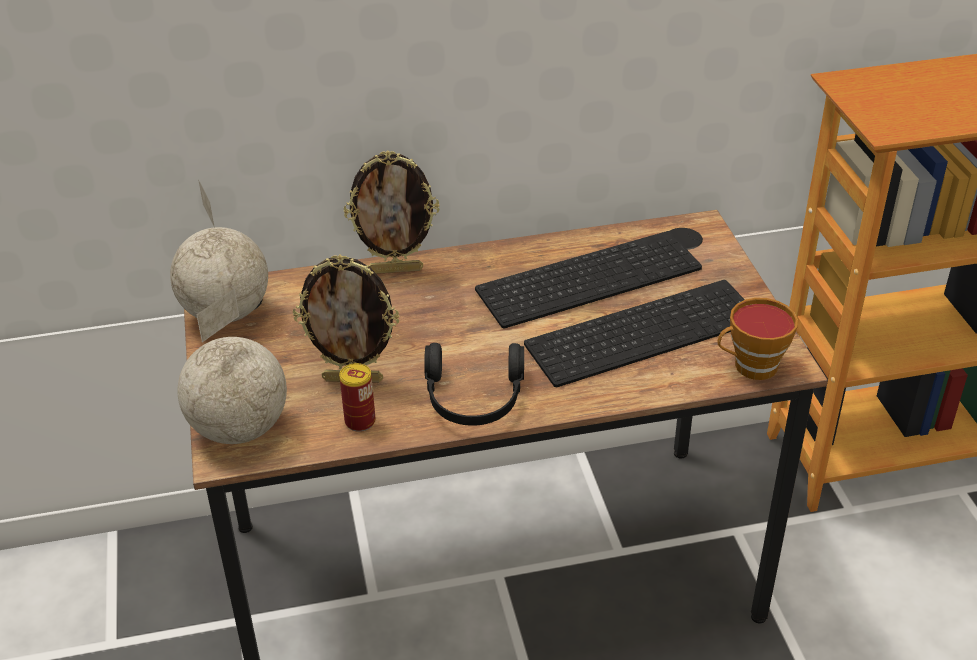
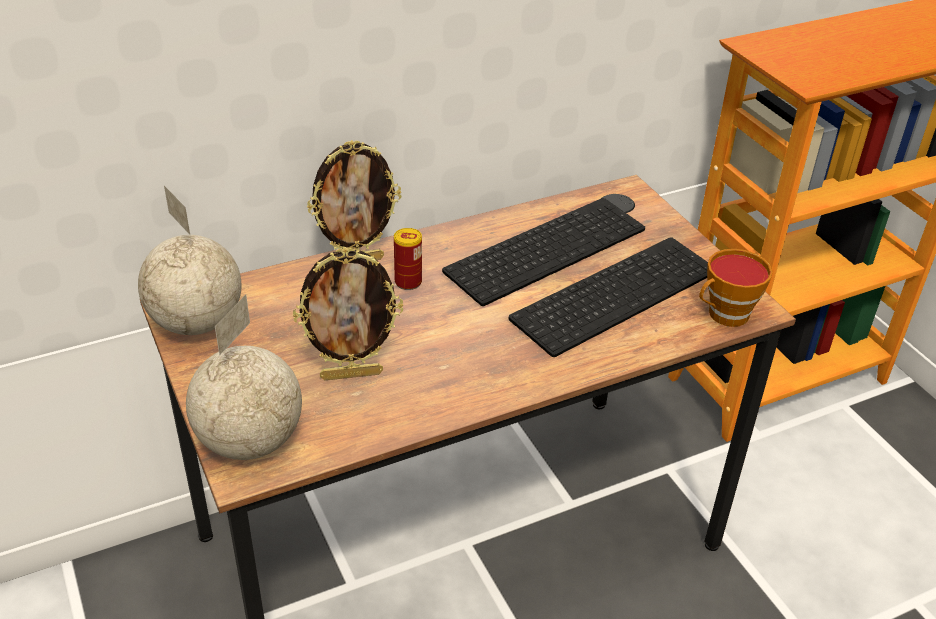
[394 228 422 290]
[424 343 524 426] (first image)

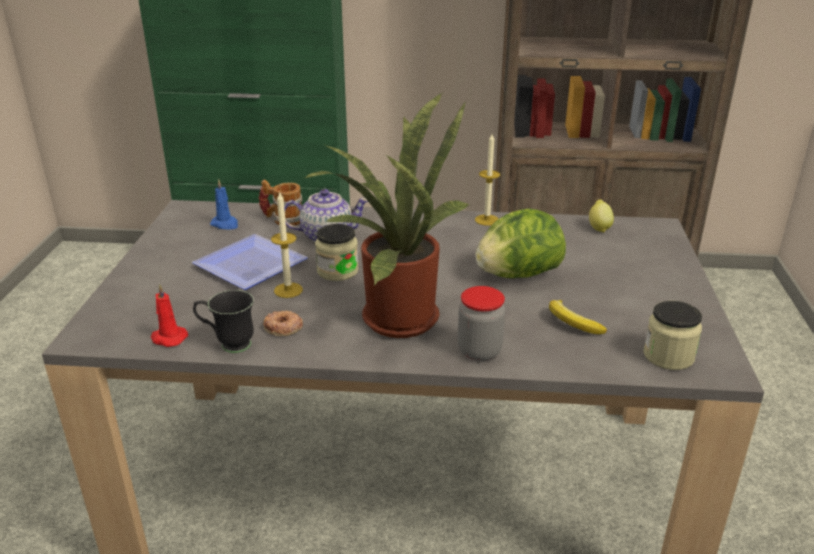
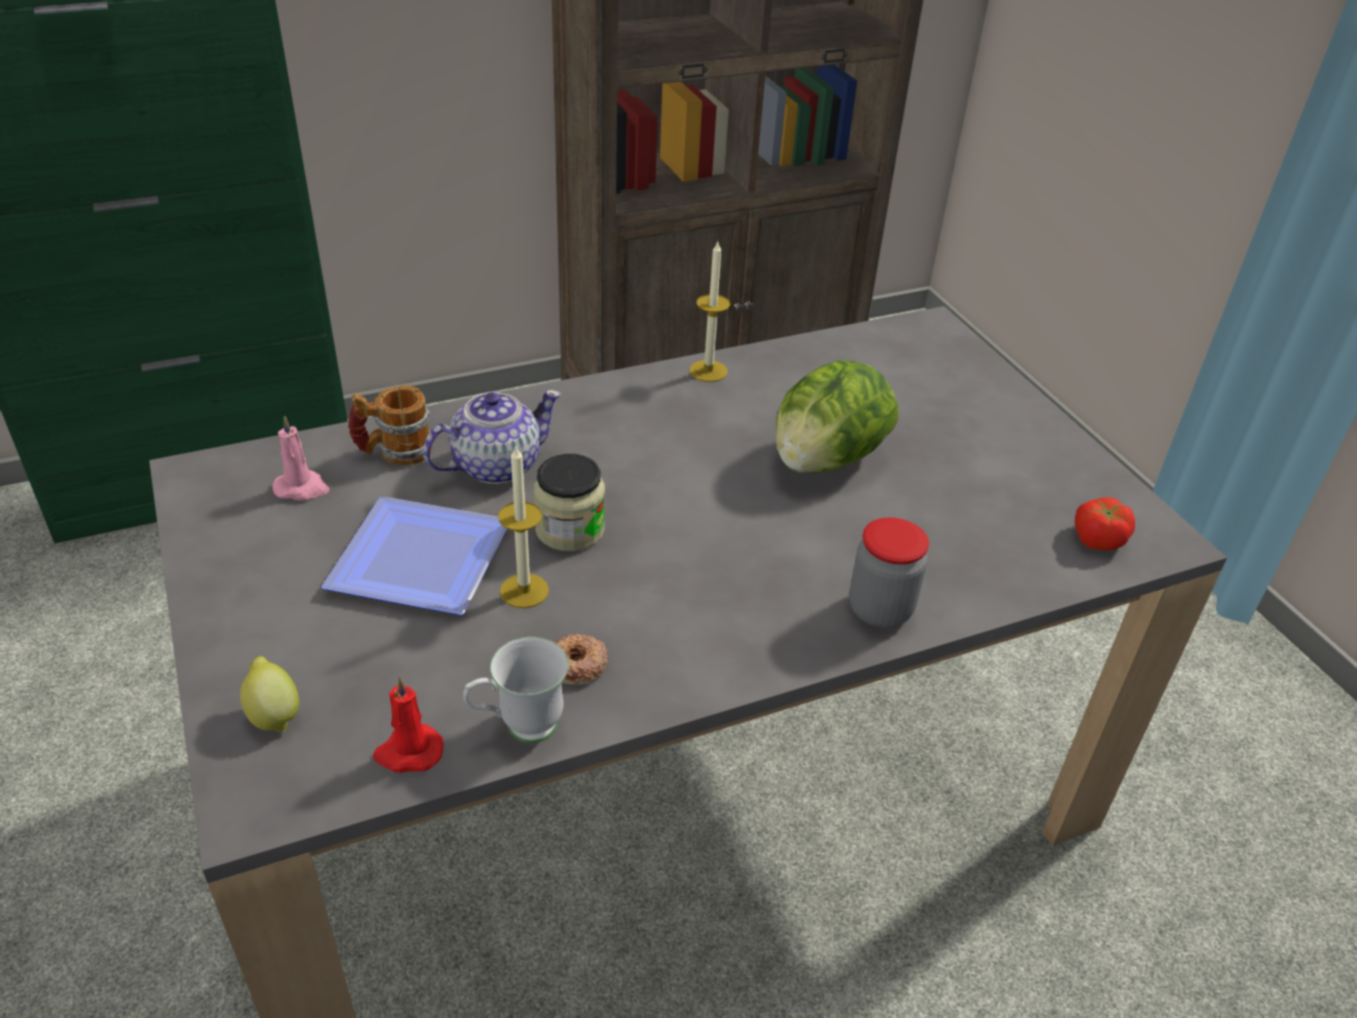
[240 656 299 732]
[272 415 329 501]
[463 637 568 743]
[1075 498 1135 551]
[305 92 470 338] (first image)
[549 300 607 334] (first image)

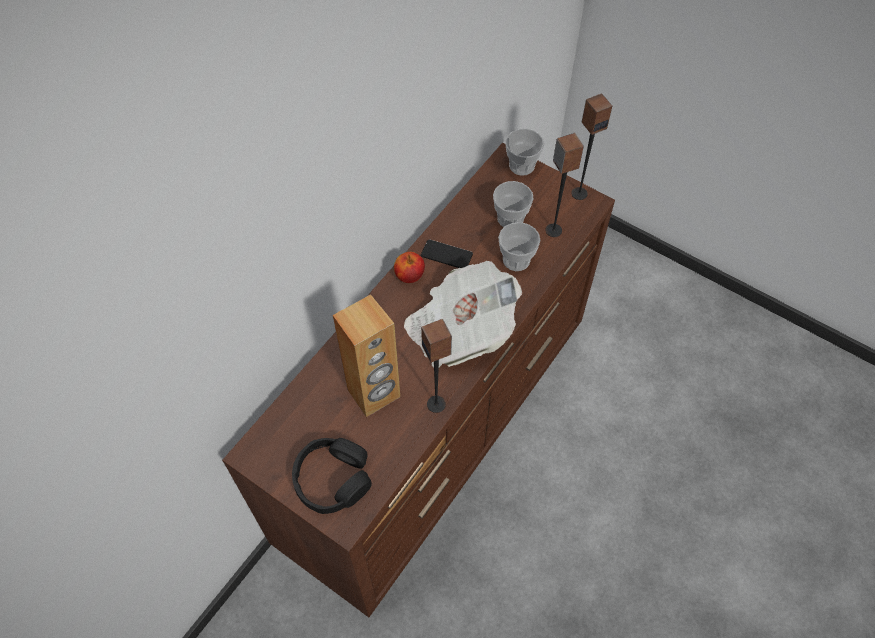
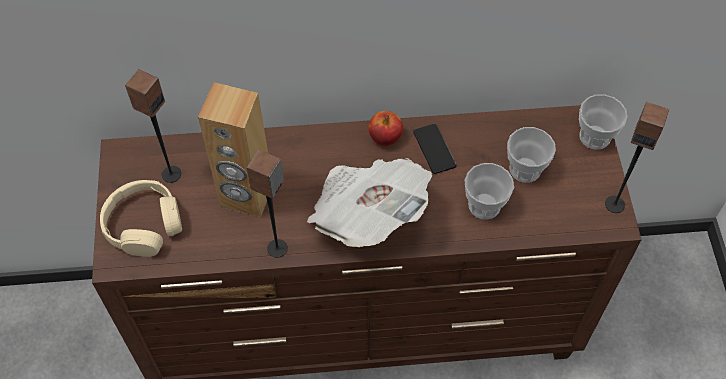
[100 180 182 257]
[125 69 181 183]

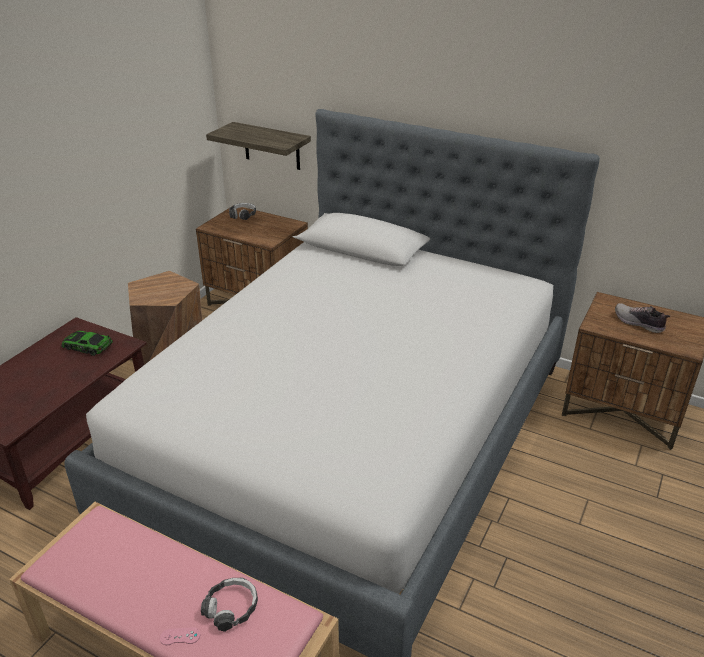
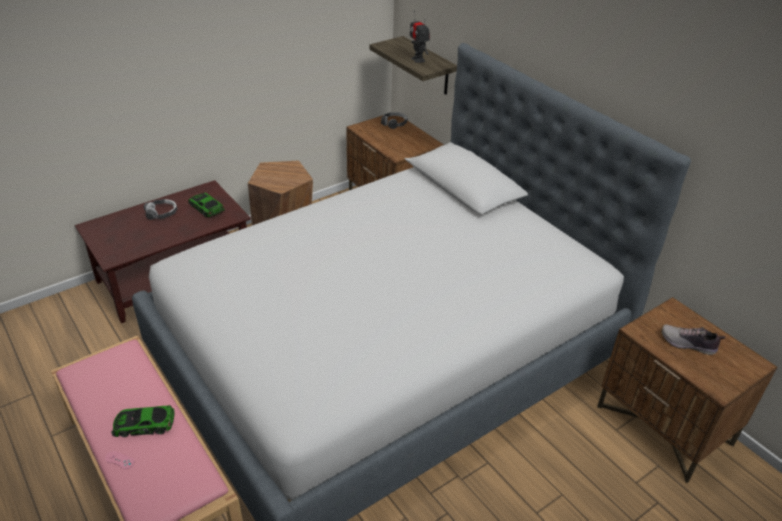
[111 405 175 437]
[144 199 177 220]
[410 11 430 63]
[661 325 726 355]

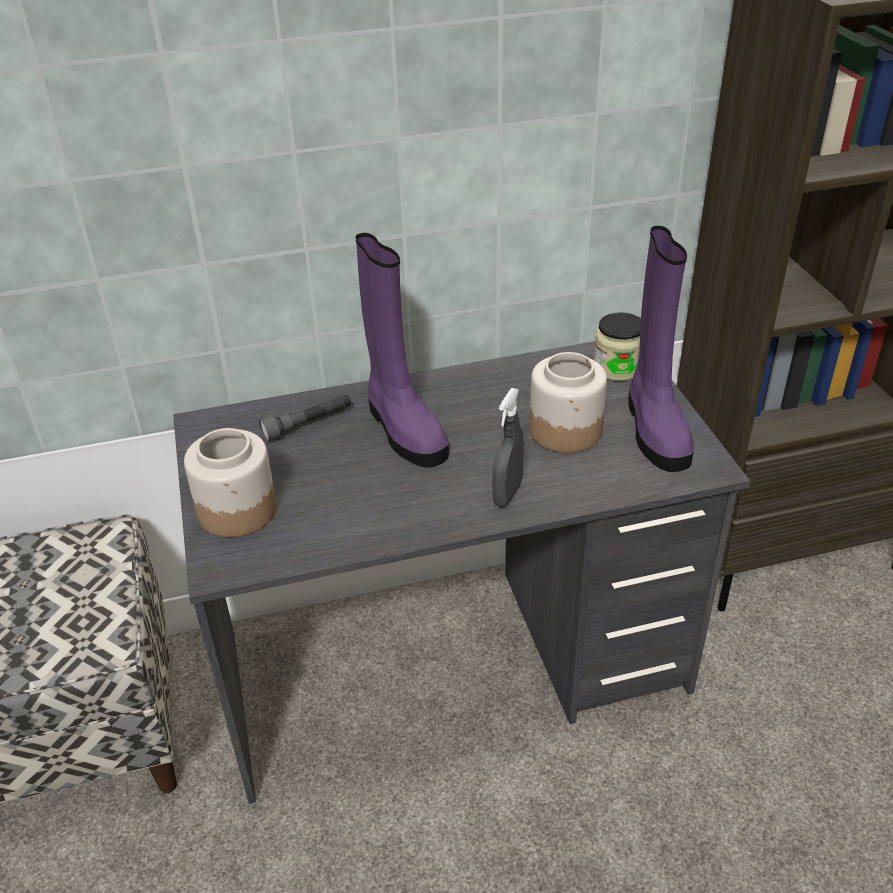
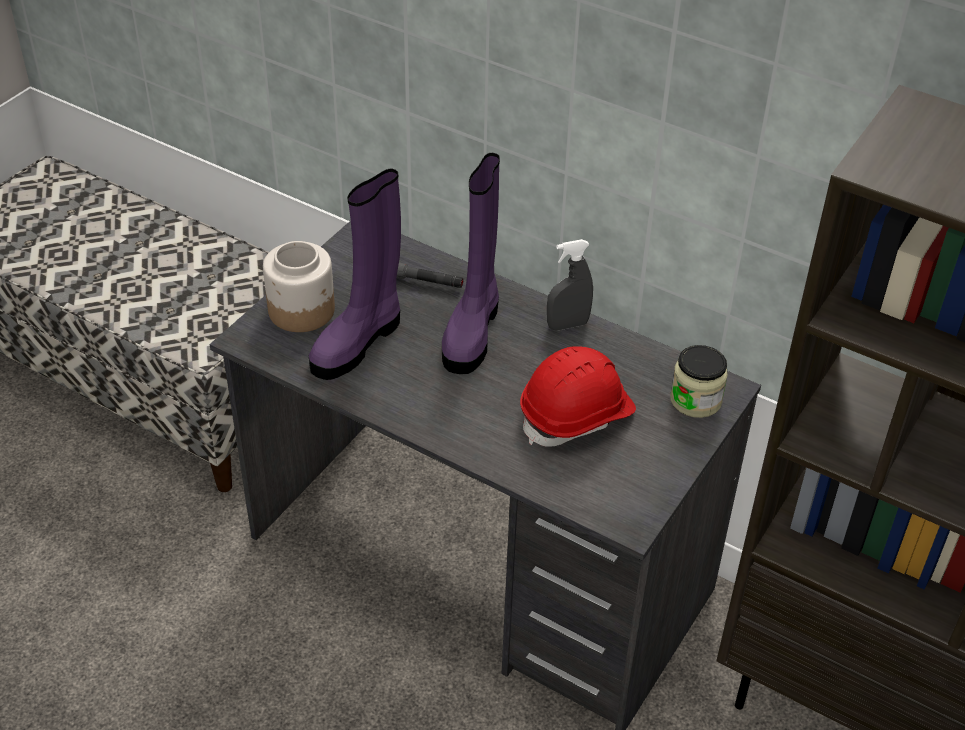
[309 169 401 380]
[520 346 636 447]
[547 239 593 331]

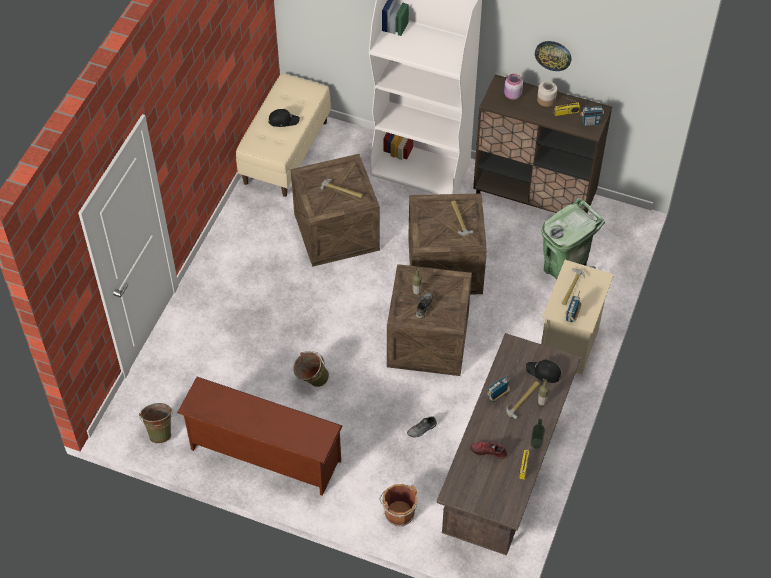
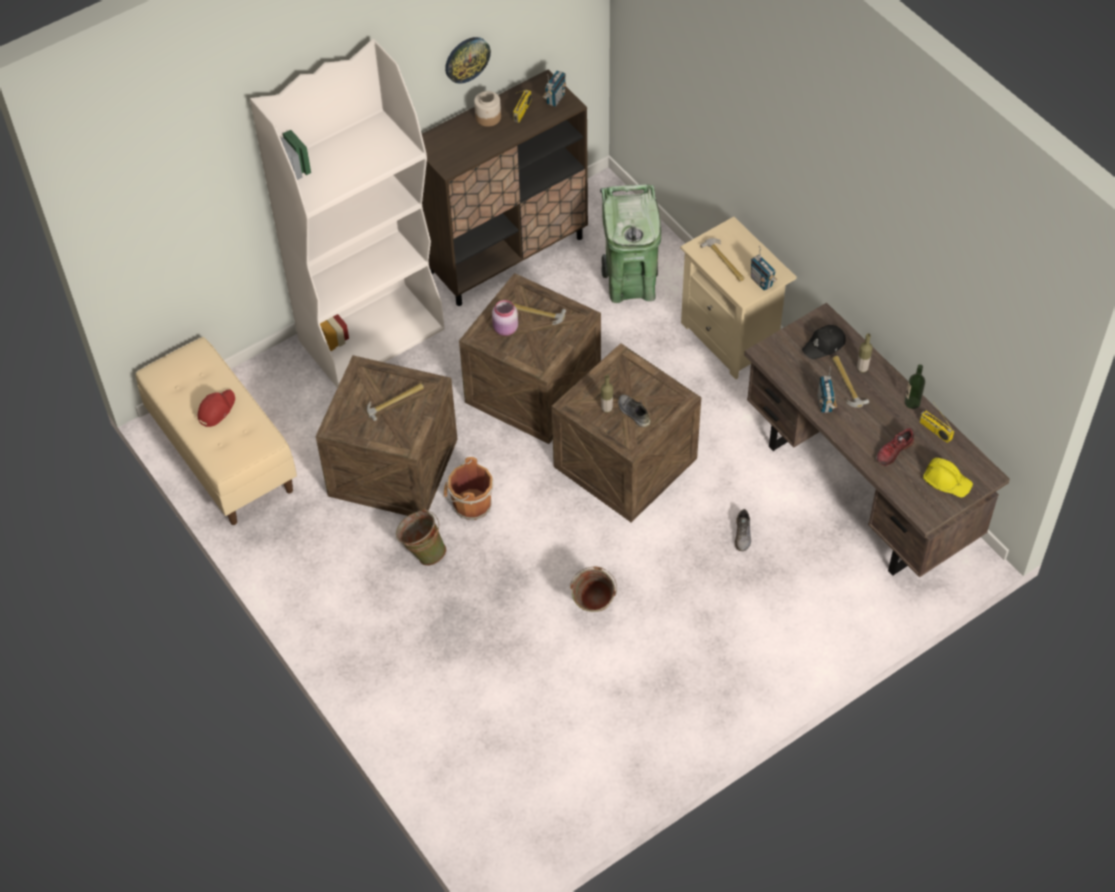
[198 389 235 427]
[396 508 446 566]
[444 457 493 520]
[492 300 518 336]
[923 458 973 498]
[177 377 342 496] (first image)

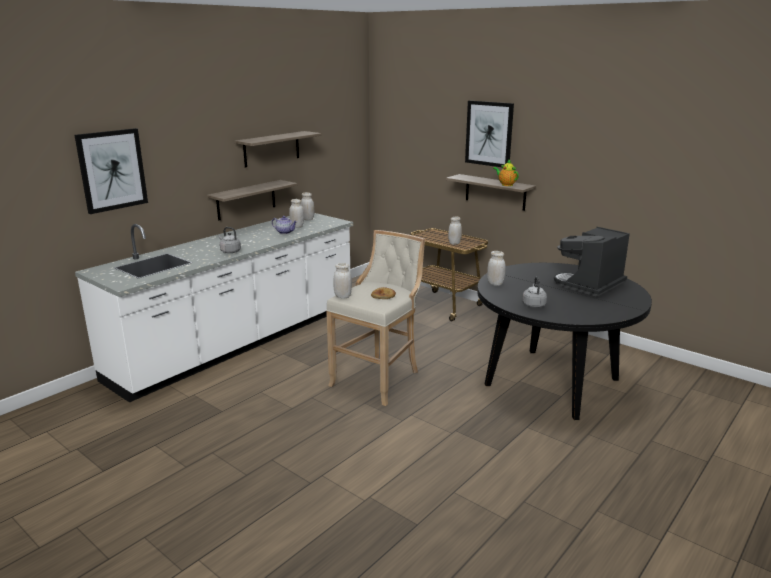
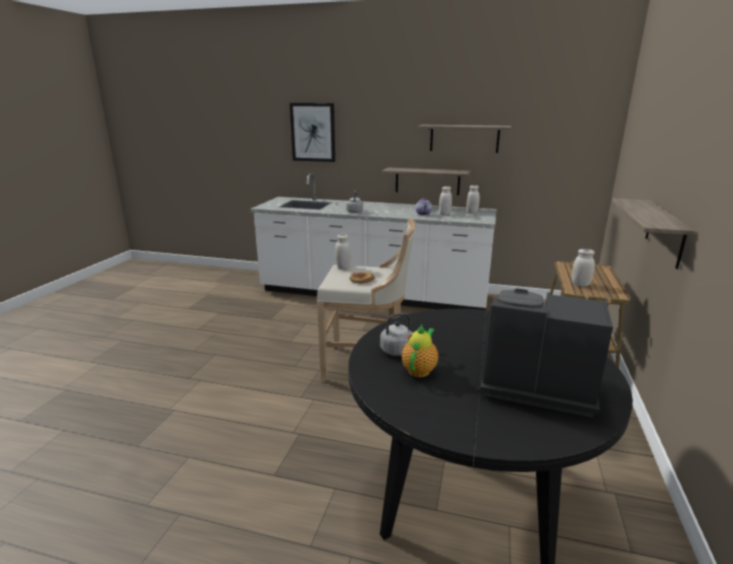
[402 325 438 377]
[465 101 514 167] (first image)
[487 251 506 286] (first image)

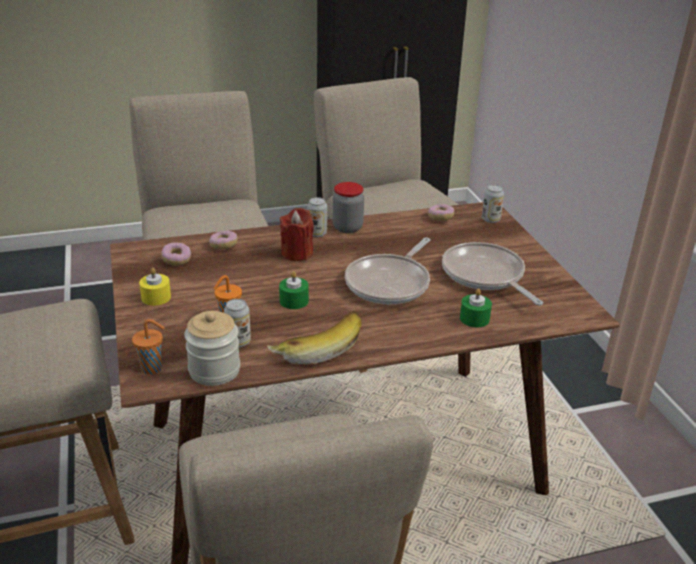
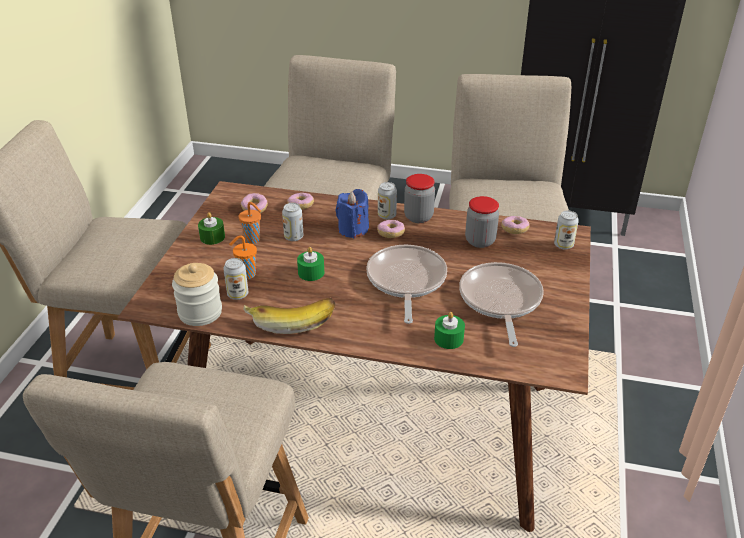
[198 212 225 245]
[239 202 261 244]
[282 203 303 241]
[336 189 369 238]
[366 245 447 324]
[377 220 405 238]
[465 196 499 248]

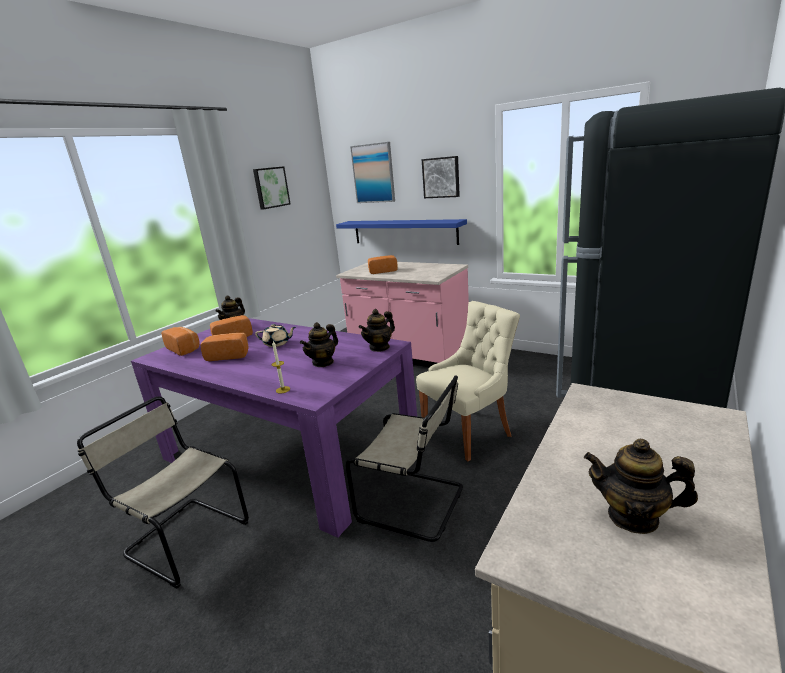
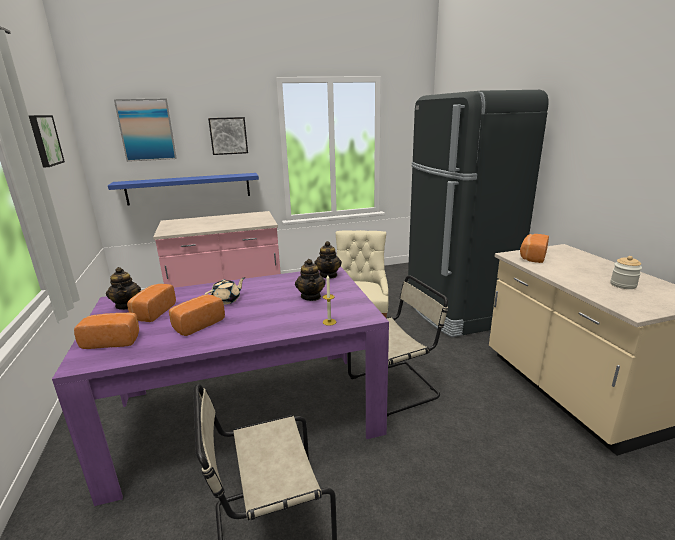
[520 234 549 263]
[610 256 642 289]

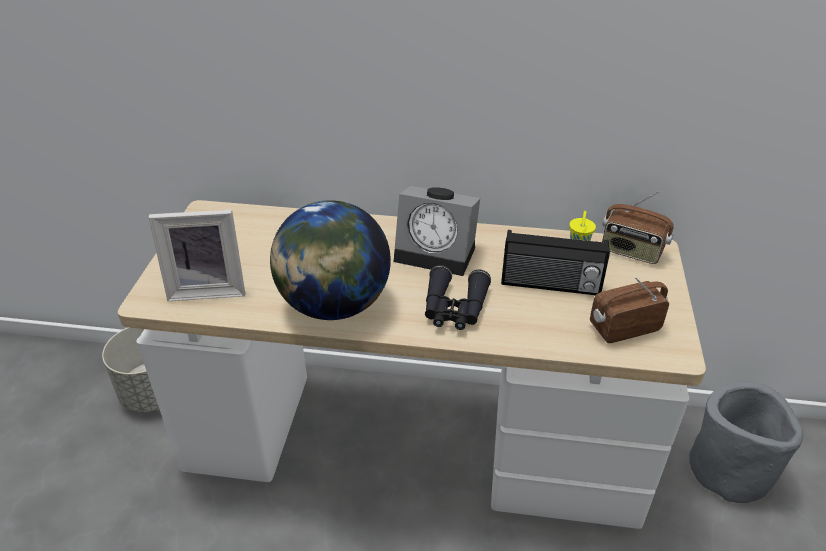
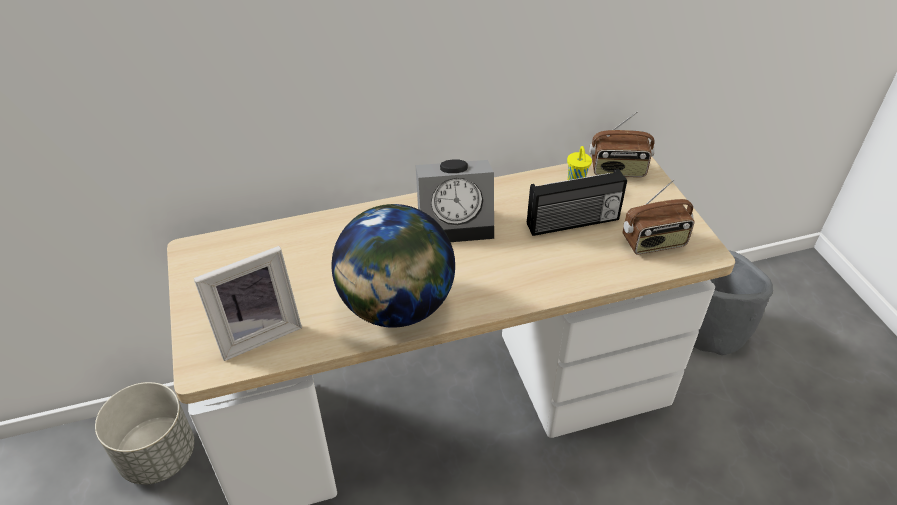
[623 179 695 254]
[425 265 491 330] (first image)

